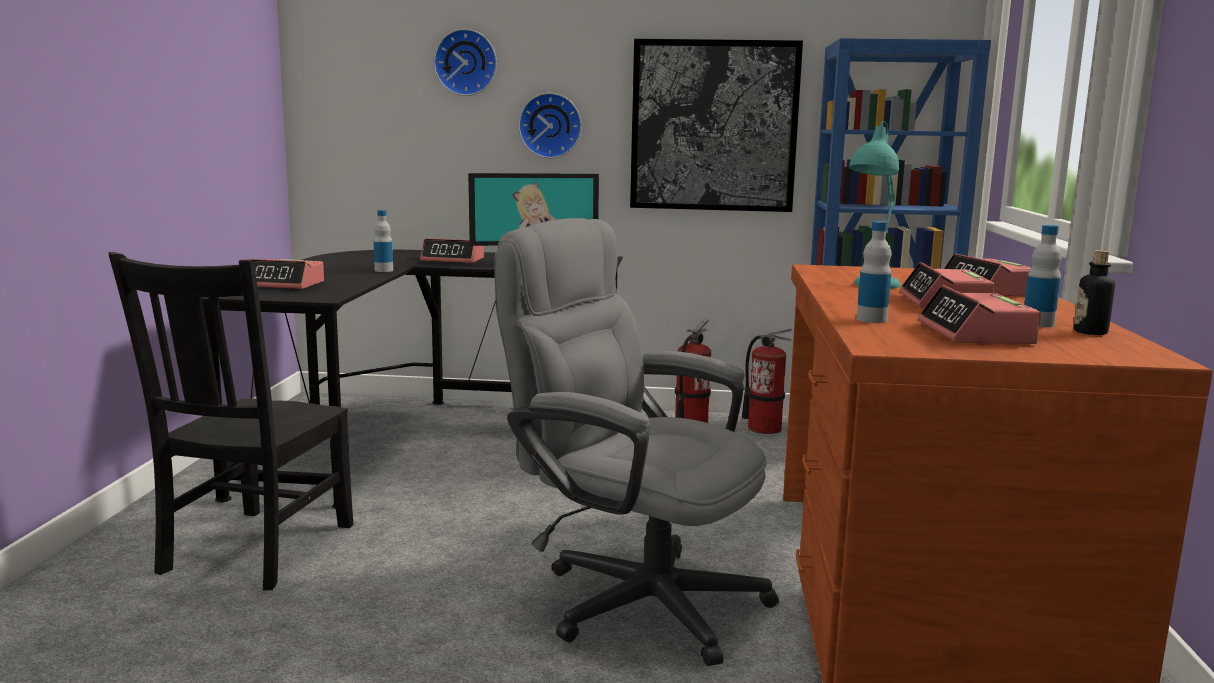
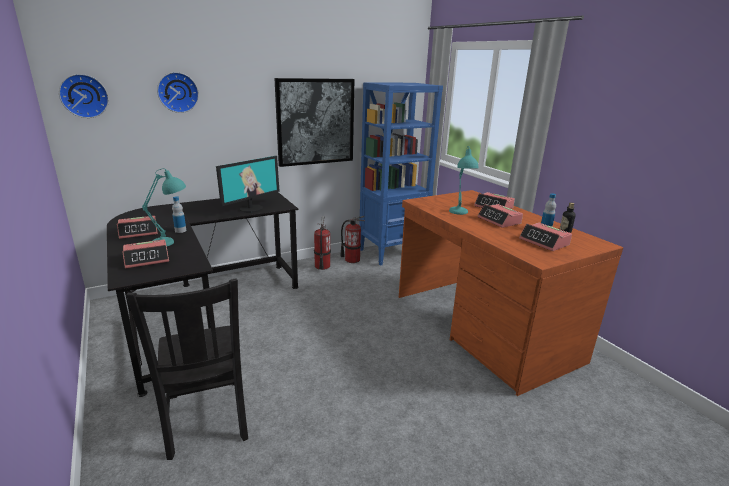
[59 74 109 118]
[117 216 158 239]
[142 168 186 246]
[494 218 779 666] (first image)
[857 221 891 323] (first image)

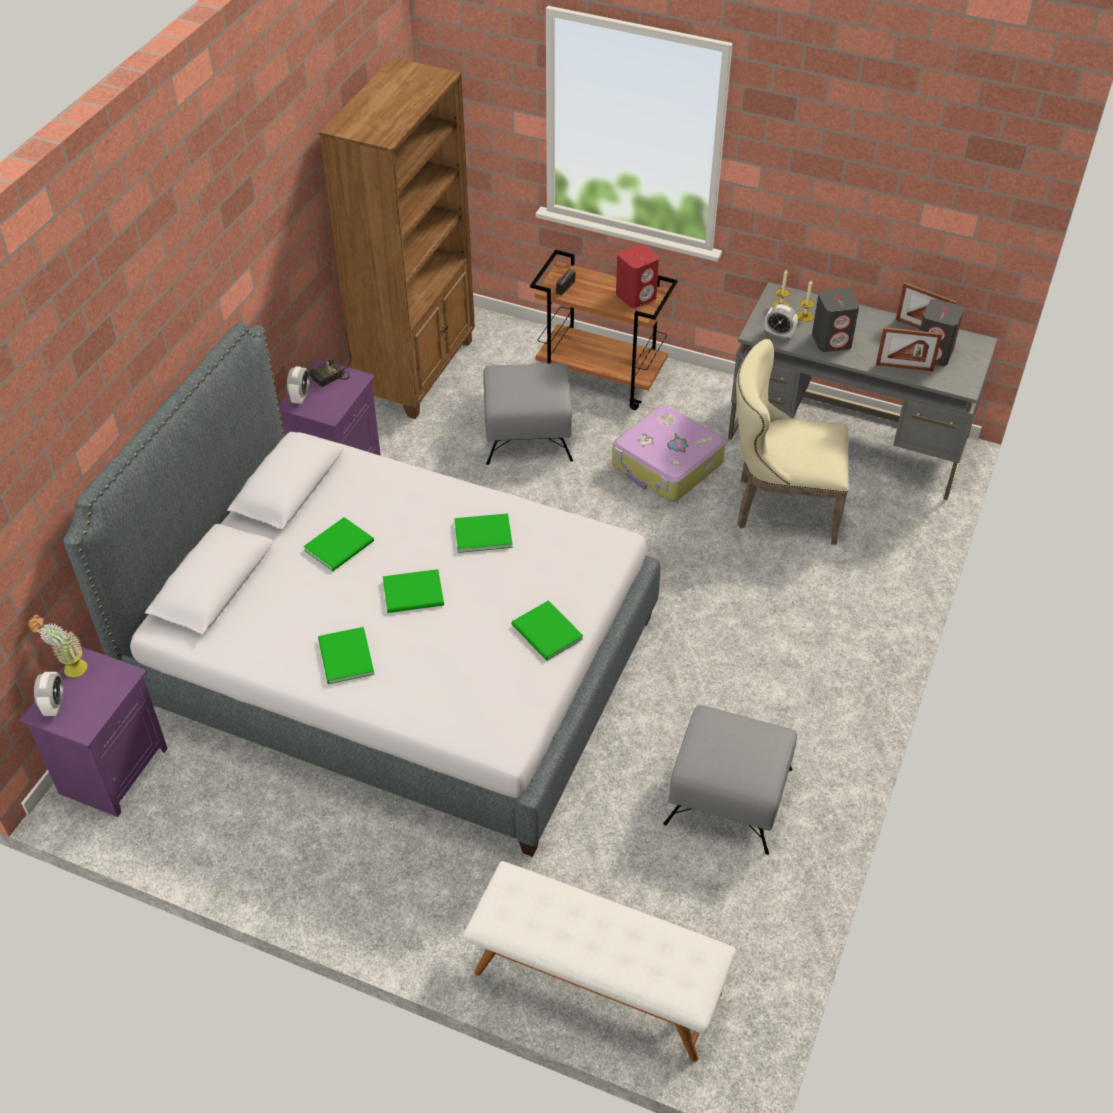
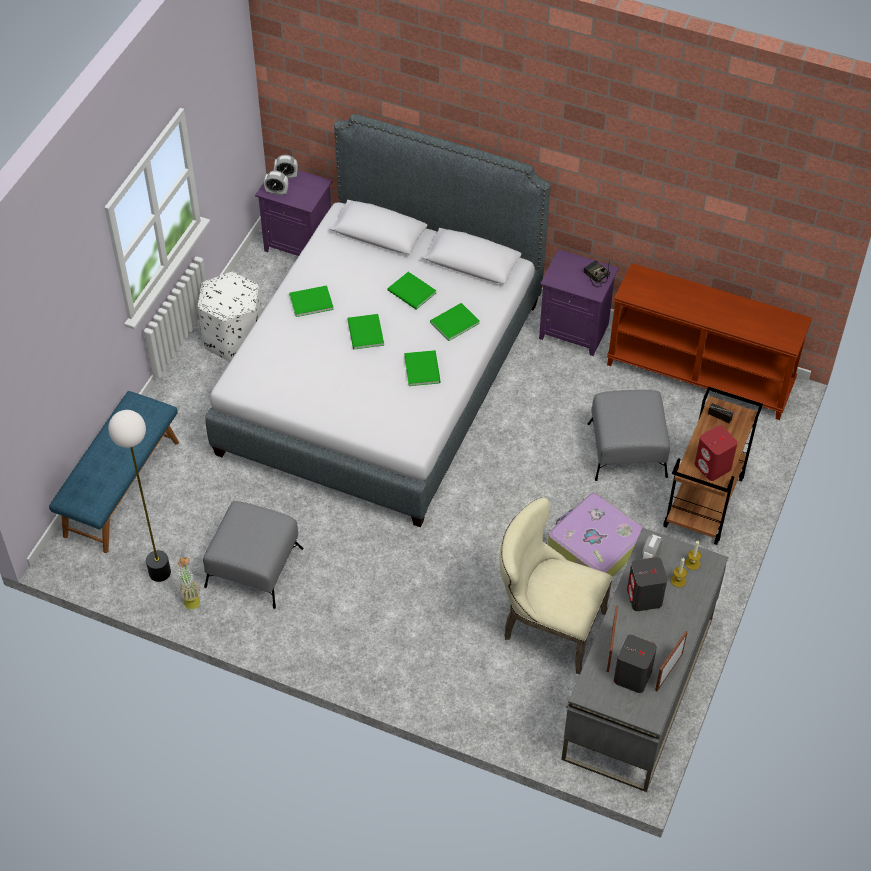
[49 391 179 553]
[108 410 171 582]
[177 557 200 609]
[197 272 262 362]
[264 171 288 195]
[430 303 480 341]
[500 497 613 675]
[607 263 812 420]

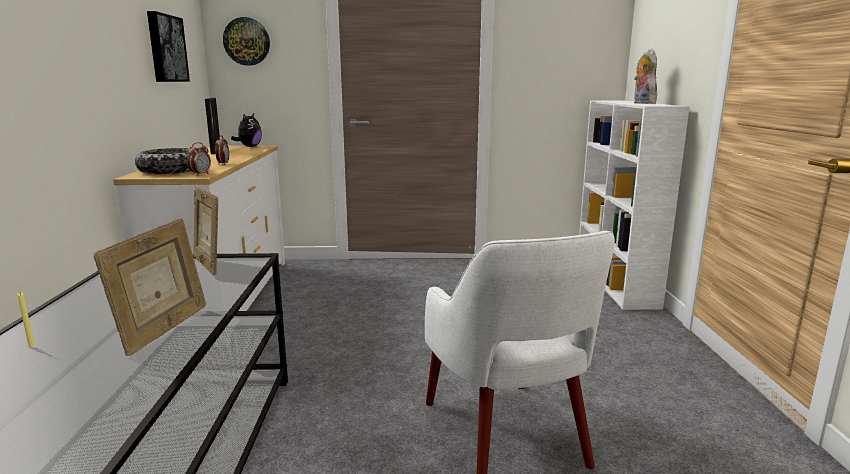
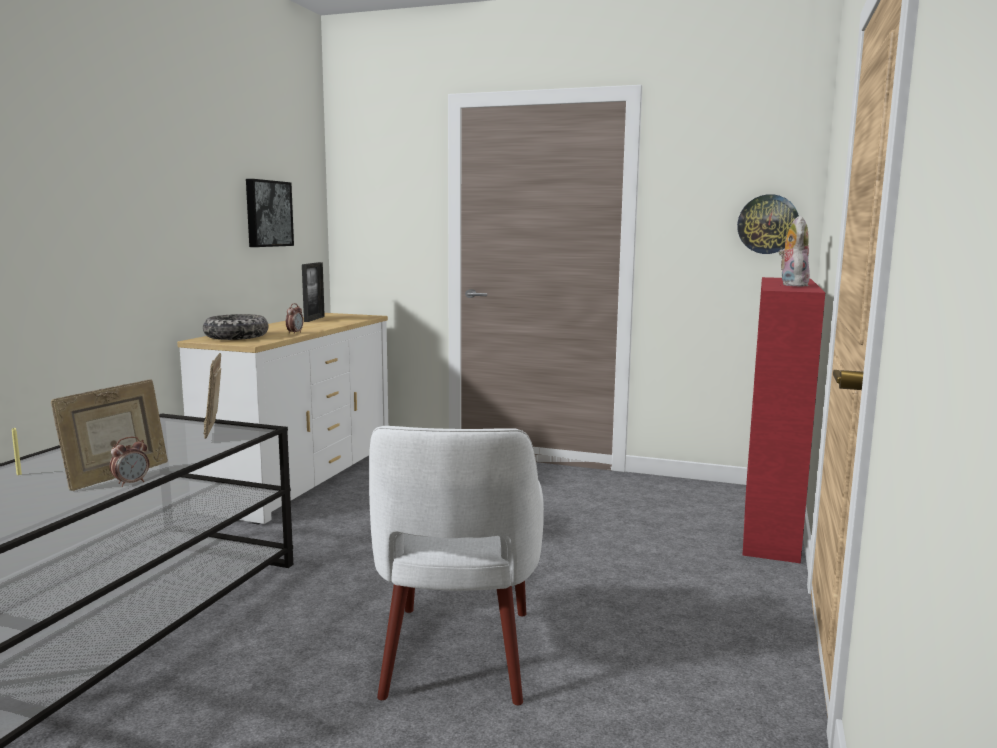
[110 437 149 487]
[737 194 799 254]
[743 277 825 563]
[231 113 262 147] (first image)

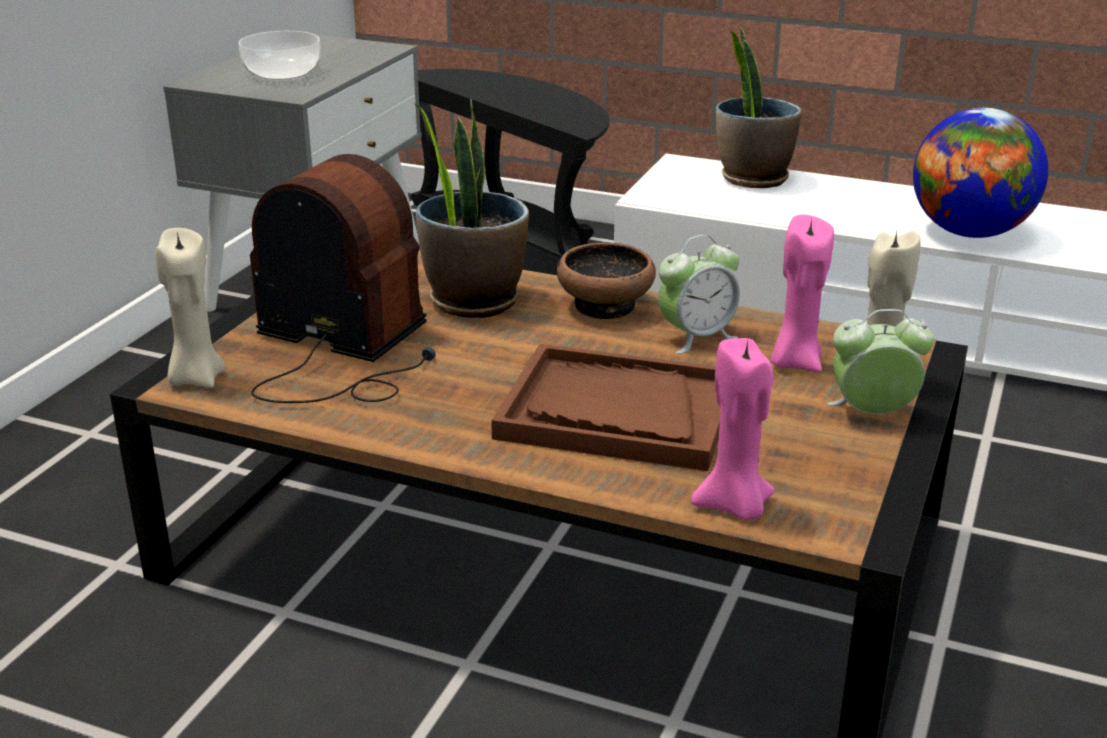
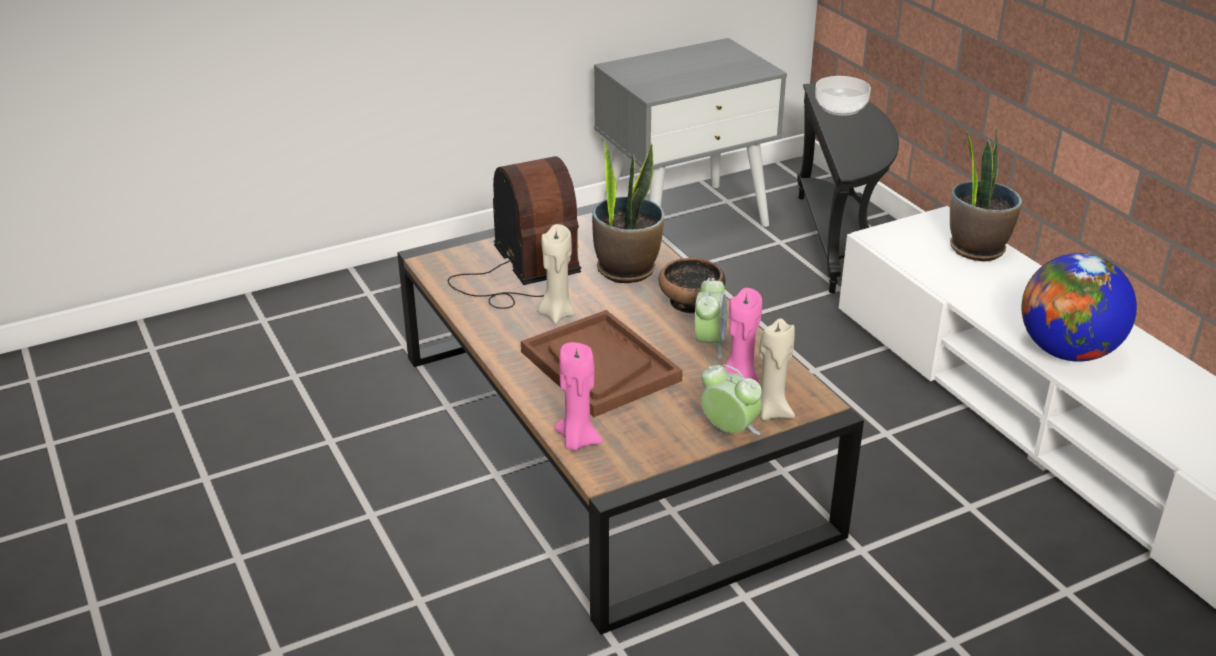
[538 224 575 324]
[695 278 727 359]
[815 76 871 116]

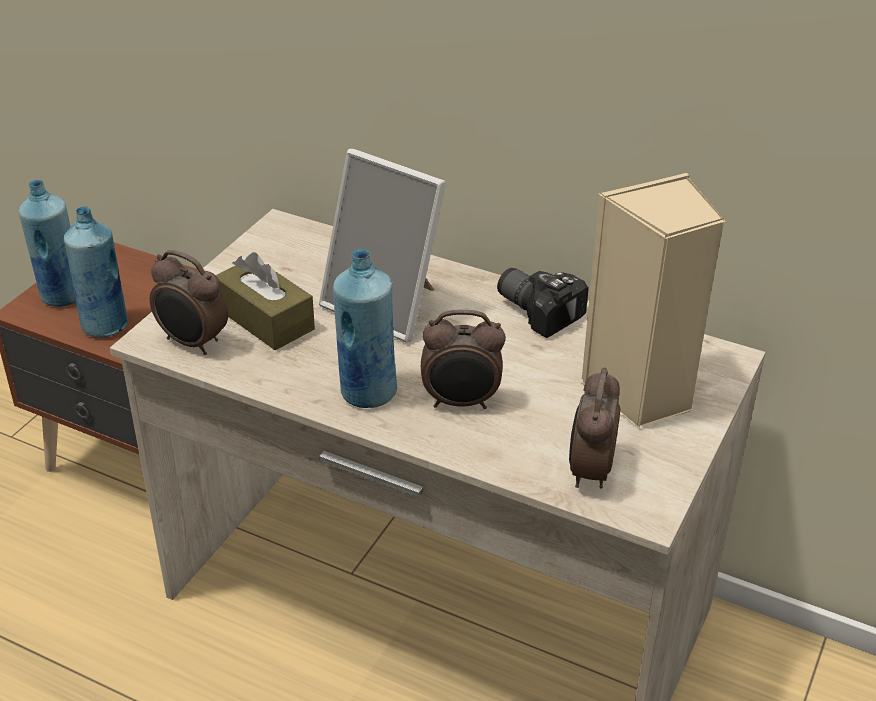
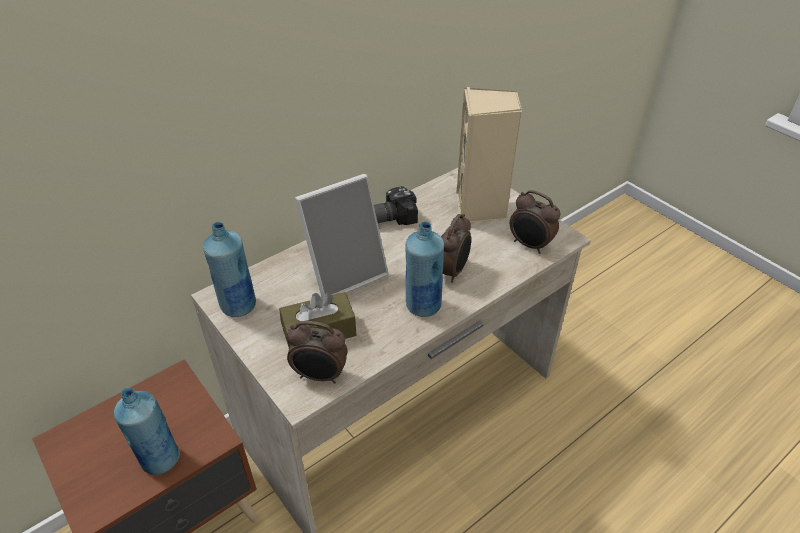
[203 222 256 317]
[287 321 347 384]

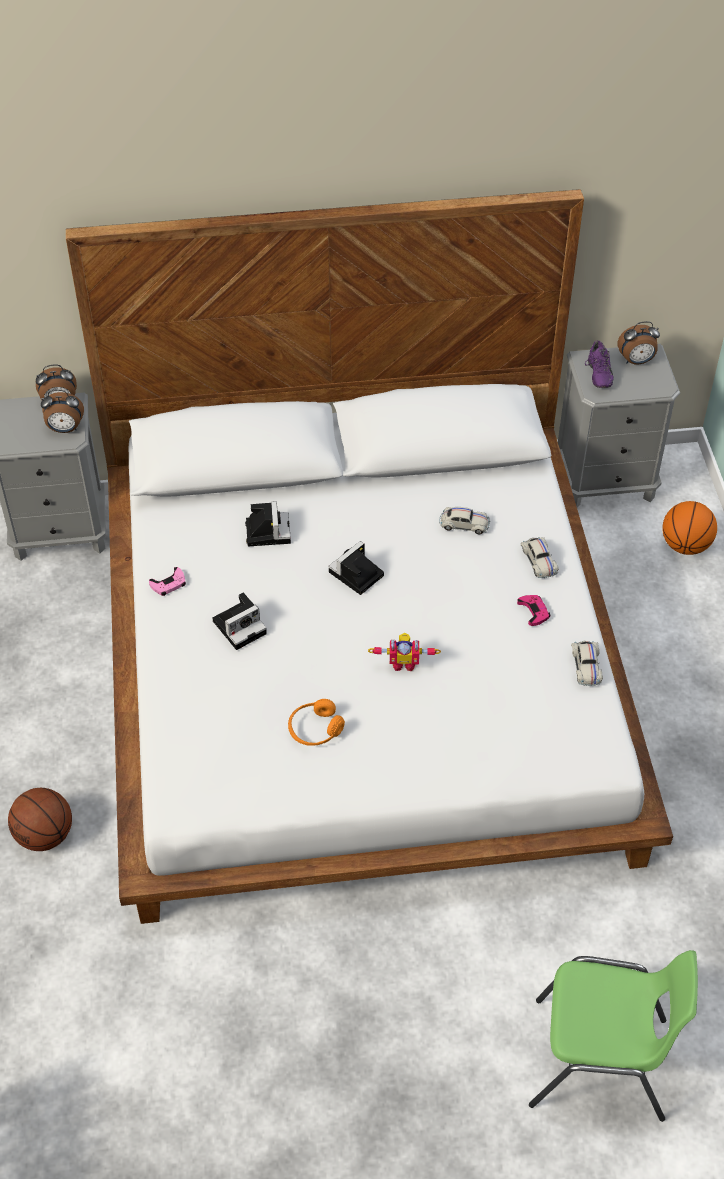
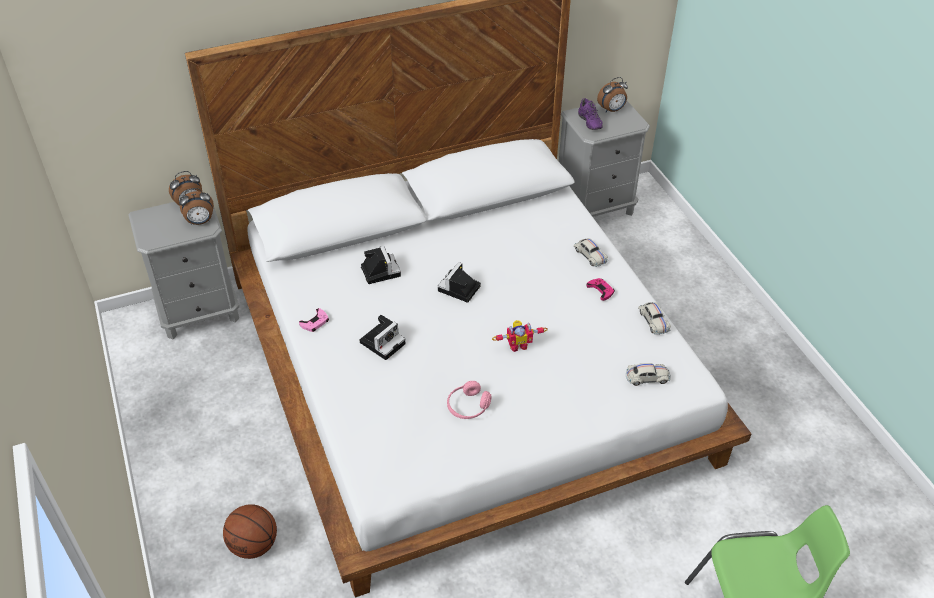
[447 381 492 419]
[626 363 671 386]
[662 501 717 555] (first image)

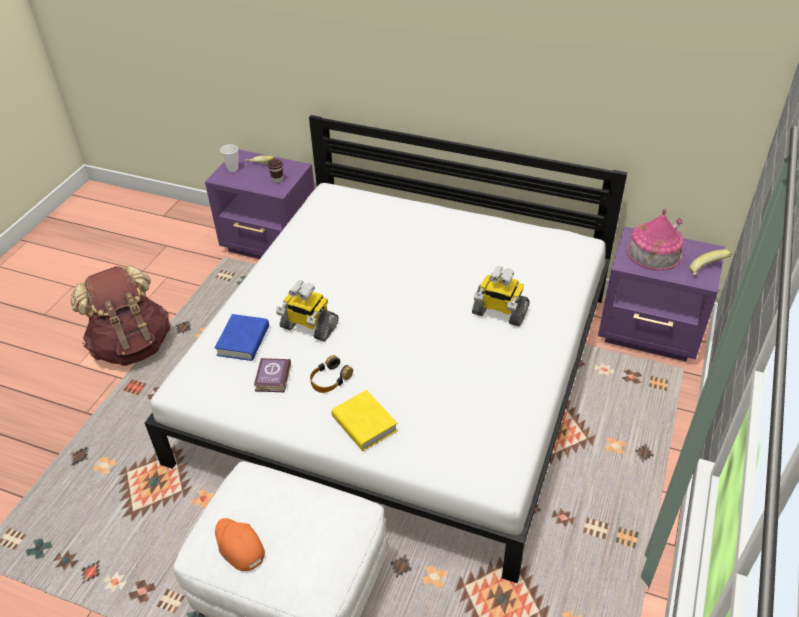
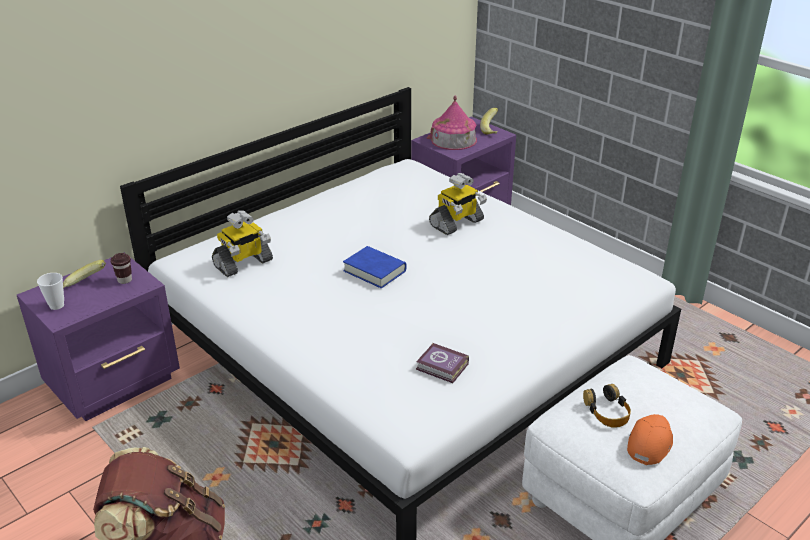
[212 211 273 277]
[343 246 406 288]
[583 384 631 428]
[627 414 673 465]
[332 390 398 451] (first image)

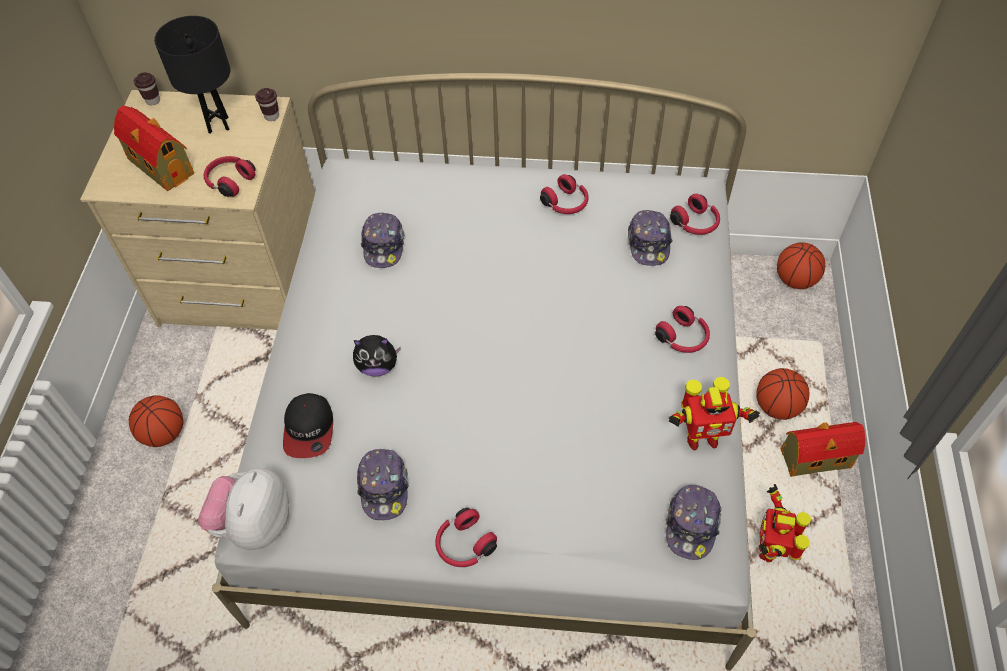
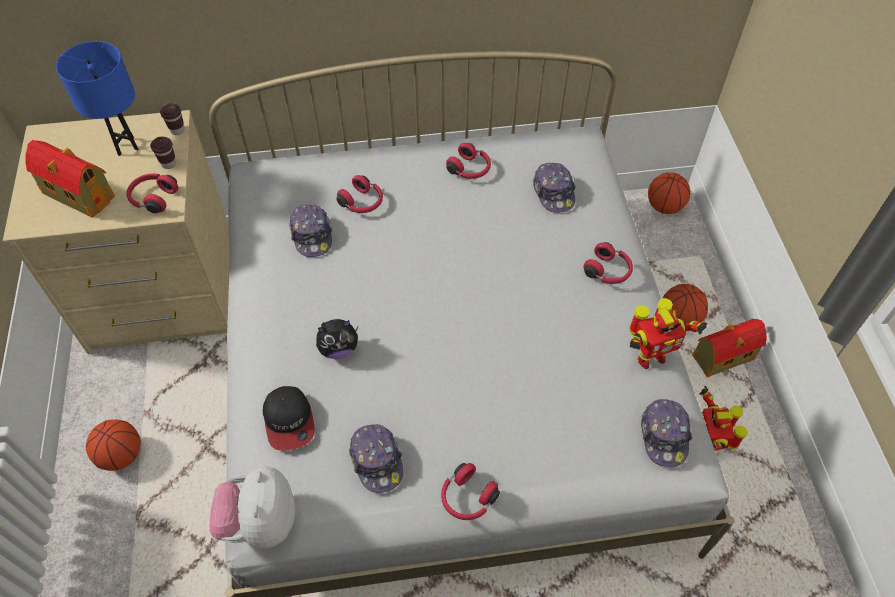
[56 41 138 156]
[150 137 176 169]
[336 175 383 213]

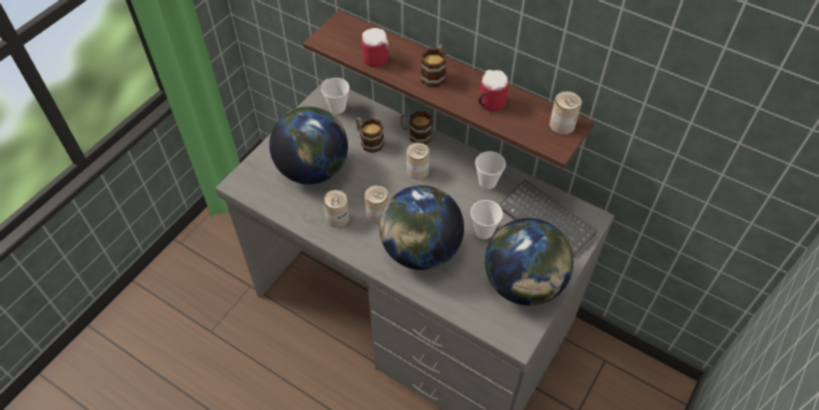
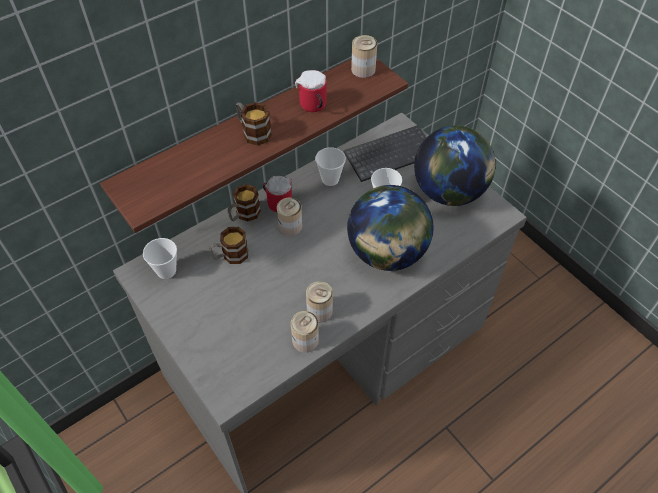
[262 176 292 212]
[291 311 319 353]
[269 106 348 184] (first image)

